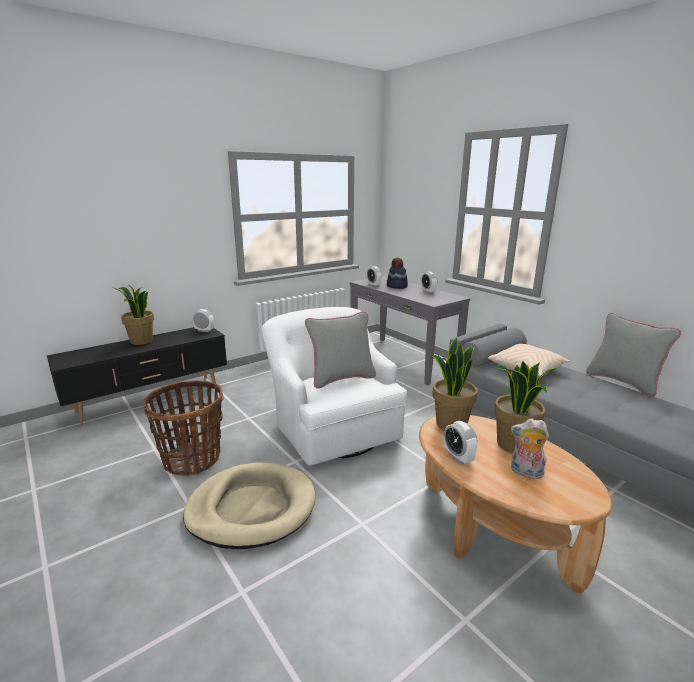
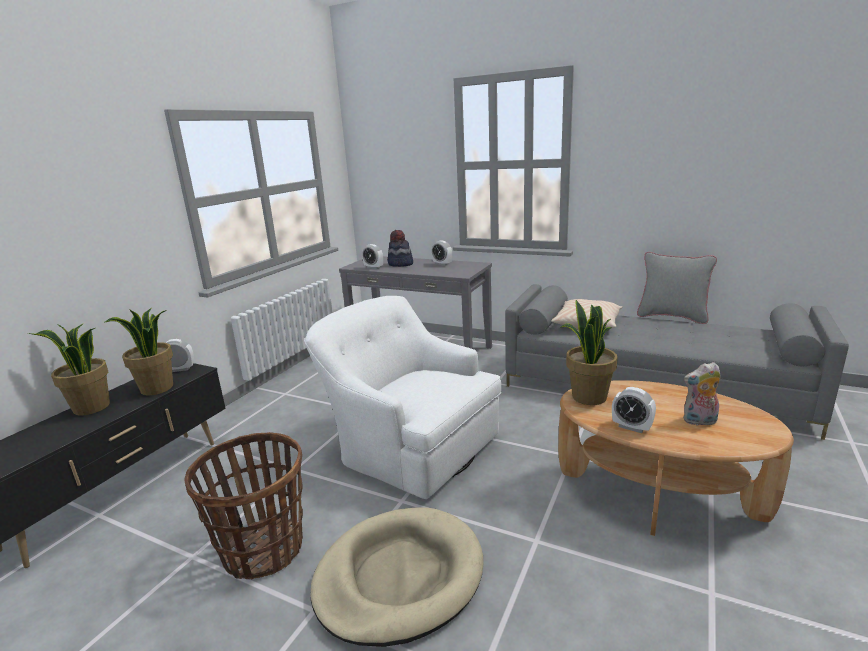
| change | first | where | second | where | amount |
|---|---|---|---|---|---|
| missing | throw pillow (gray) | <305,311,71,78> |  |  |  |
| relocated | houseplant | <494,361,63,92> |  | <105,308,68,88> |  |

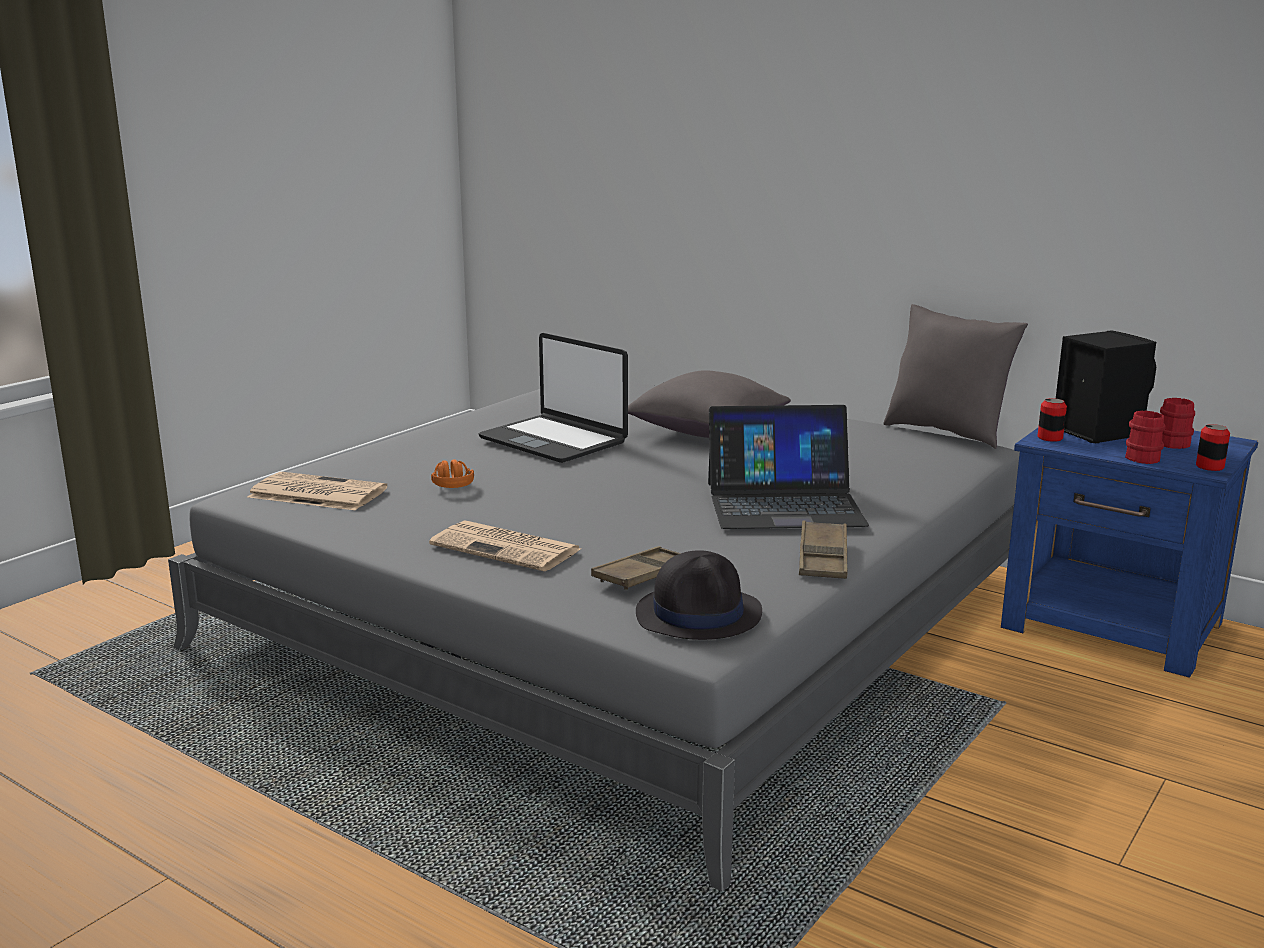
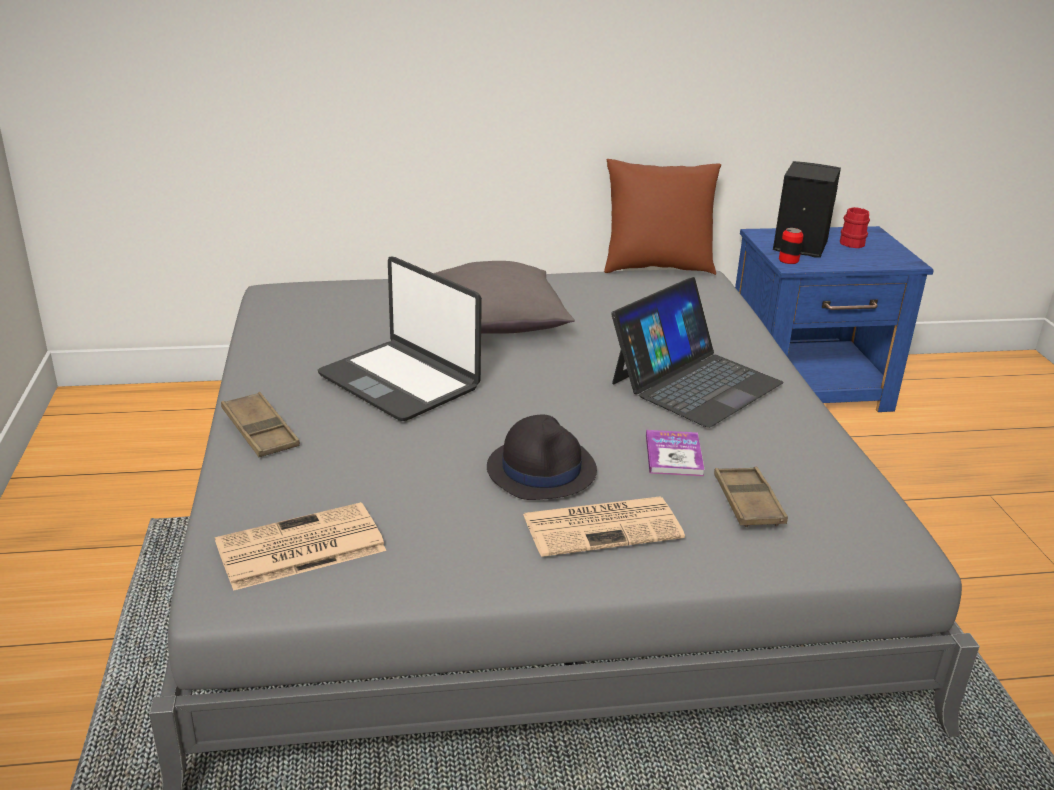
| change | first | where | second | where | amount |
|---|---|---|---|---|---|
| missing | headset (orange) | <431,459,43,29> |  |  |  |
| missing | tea mug (reddish) | <1125,411,41,53> |  |  |  |
| missing | metal can | <1196,424,34,47> |  |  |  |
| appeared |  |  | volume | <646,430,59,46> |  |
| relocated | wearable hat (black-coloured) | <636,550,126,90> |  | <487,415,110,85> |  |
| relocated | carrying tray (brownish) | <799,520,48,59> |  | <221,392,79,65> |  |
| colour | throw pillow (gray) | <883,304,145,145> | throw pillow (brownish) | <604,159,117,116> |  |
| spun | portable computer | <478,333,150,130> |  | <318,257,164,164> | 45 degrees clockwise |

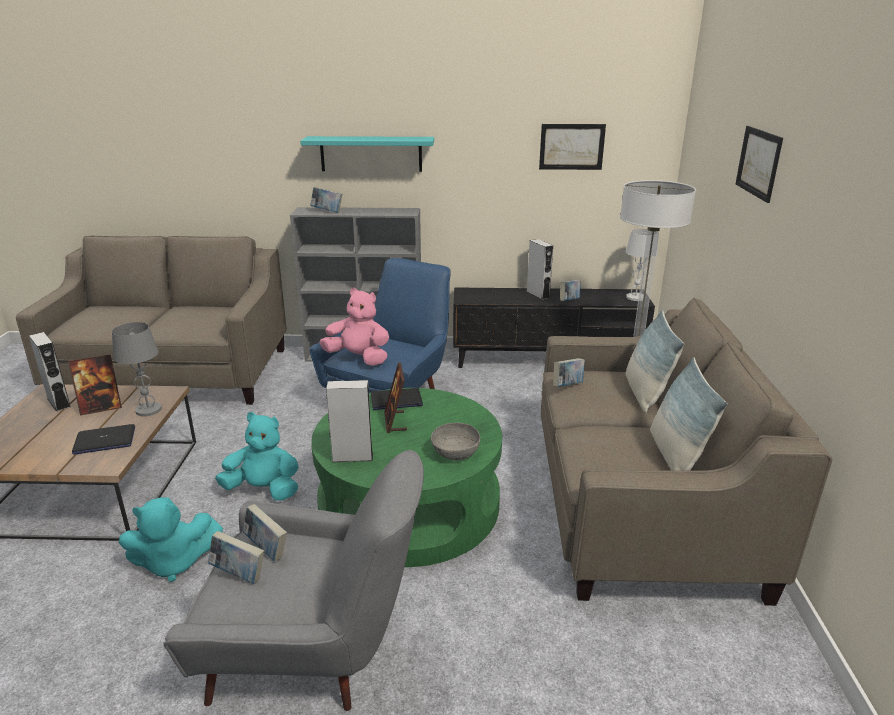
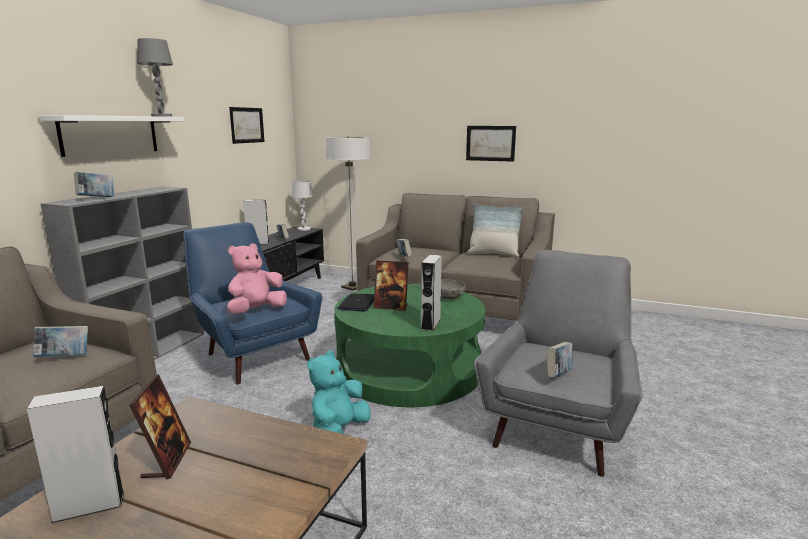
| change | first | where | second | where | amount |
|---|---|---|---|---|---|
| missing | portable computer | <72,424,63,31> |  |  |  |
| missing | plush toy (blue-green) | <119,497,104,85> |  |  |  |
| missing | throw pillow | <626,310,58,103> |  |  |  |
| relocated | table lamp (gray) | <112,322,50,94> |  | <137,38,36,79> |  |
| relocated | volume | <243,504,44,58> |  | <33,326,55,31> |  |
| relocated | wall picture | <736,126,47,77> |  | <466,126,50,36> |  |
| colour | shelf (blue-green) | <300,136,134,36> | shelf (whitish) | <39,115,145,42> |  |

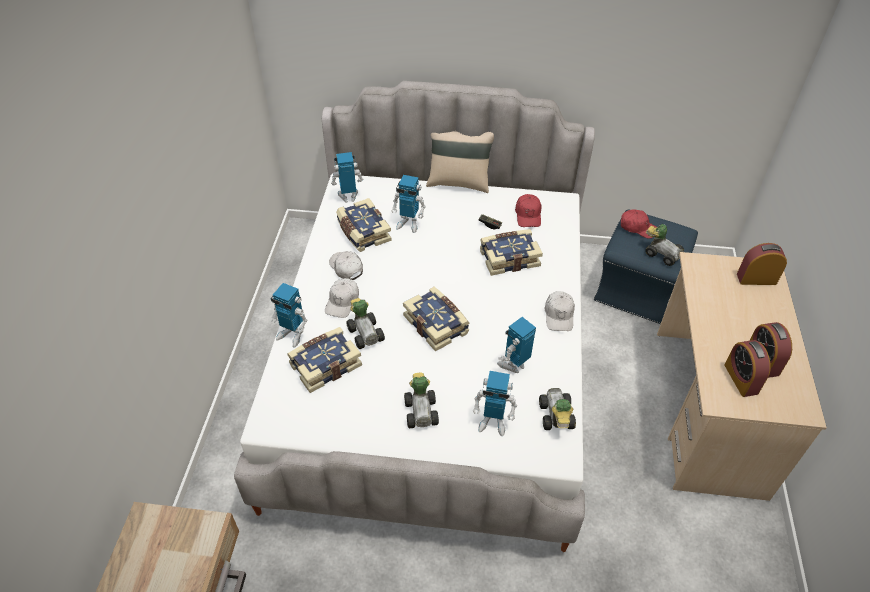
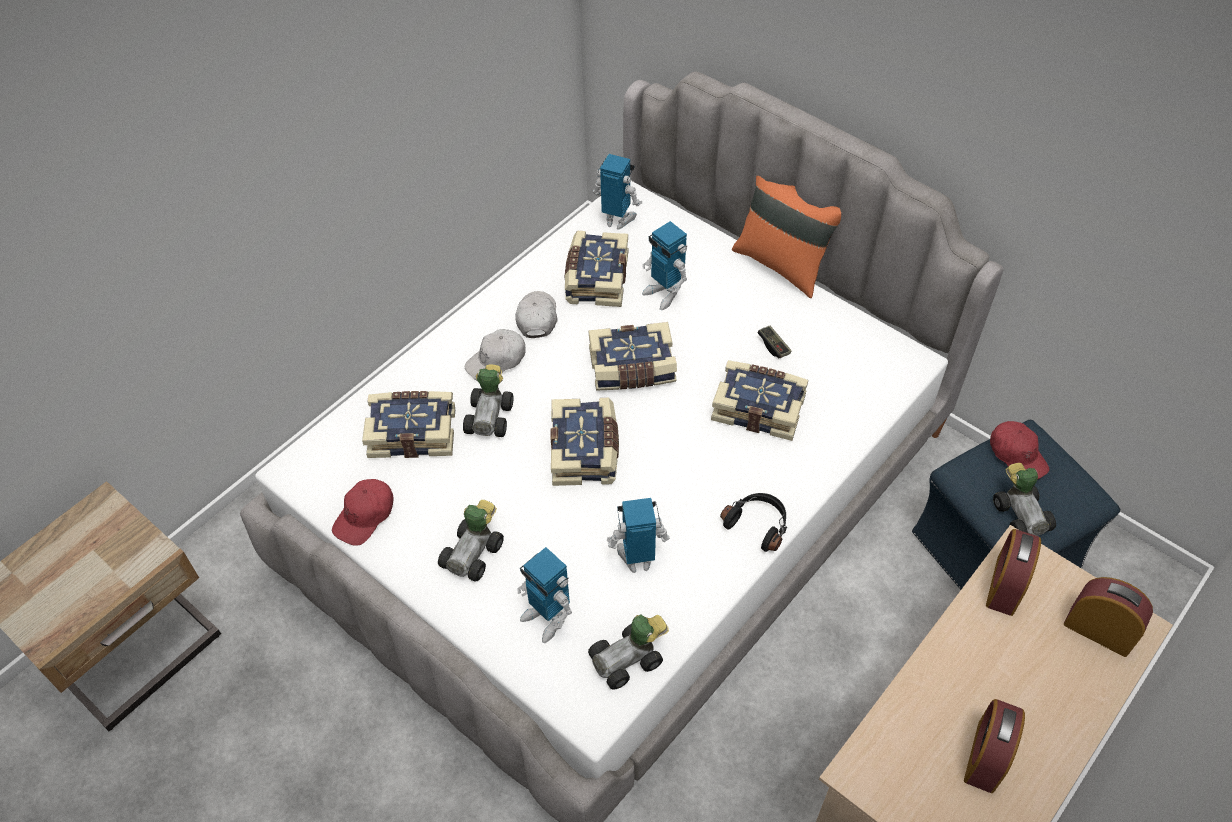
| change | first | where | second | where | amount |
|---|---|---|---|---|---|
| missing | toy robot | <270,283,37,64> |  |  |  |
| appeared |  |  | volume | <589,322,88,69> |  |
| relocated | cap (reddish) | <515,194,27,33> |  | <332,479,62,67> |  |
| relocated | alarm clock | <724,340,47,57> |  | <986,529,55,87> |  |
| exchanged | cap (whitish) | <544,291,31,40> | headset (black-coloured) | <720,493,67,59> |  |
| colour | throw pillow (beige) | <426,131,68,62> | throw pillow (orange) | <732,176,109,122> |  |
| spun | toy car | <539,388,37,42> |  | <588,615,81,75> | 150 degrees counterclockwise |

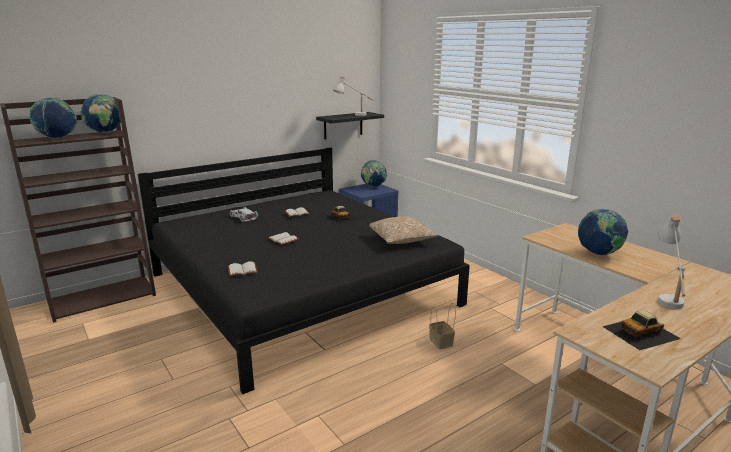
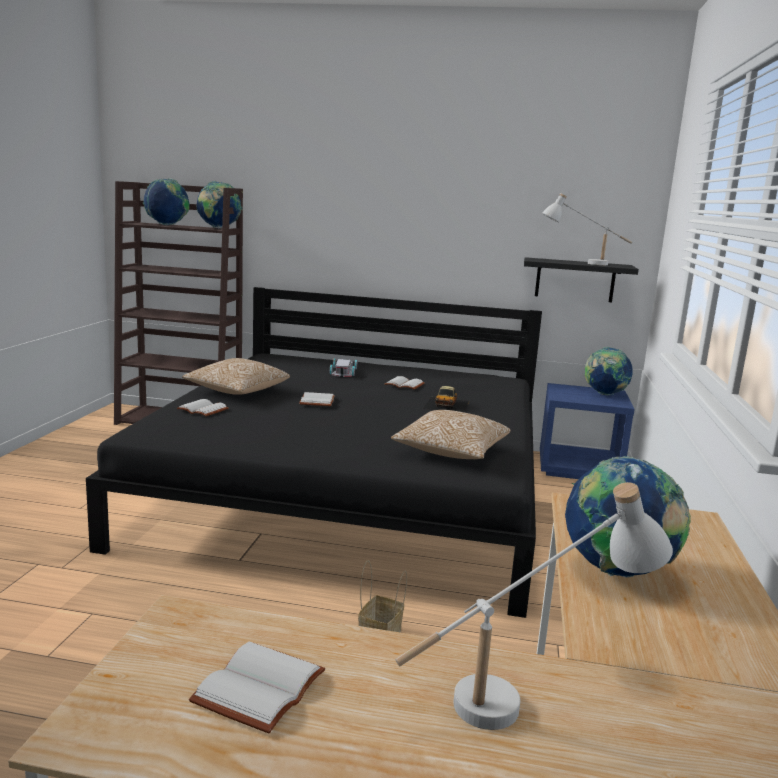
| change | first | where | second | where | amount |
|---|---|---|---|---|---|
| appeared |  |  | throw pillow | <182,358,108,37> |  |
| exchanged | toy car | <602,310,79,40> | volume (whitish) | <189,641,136,93> |  |

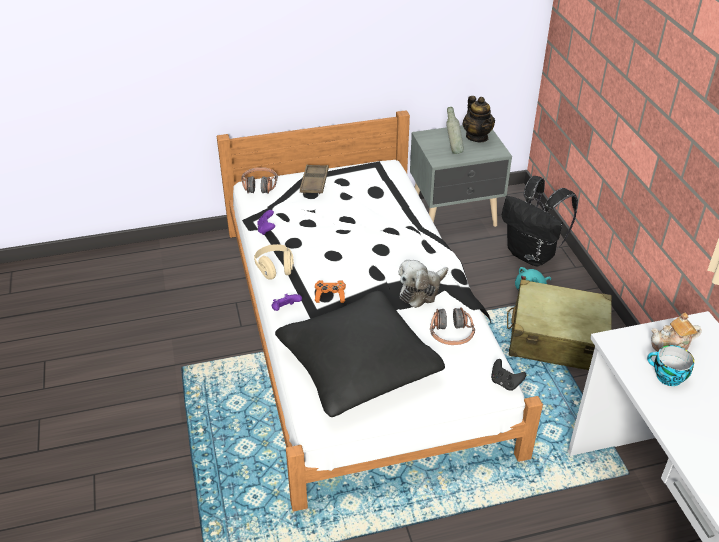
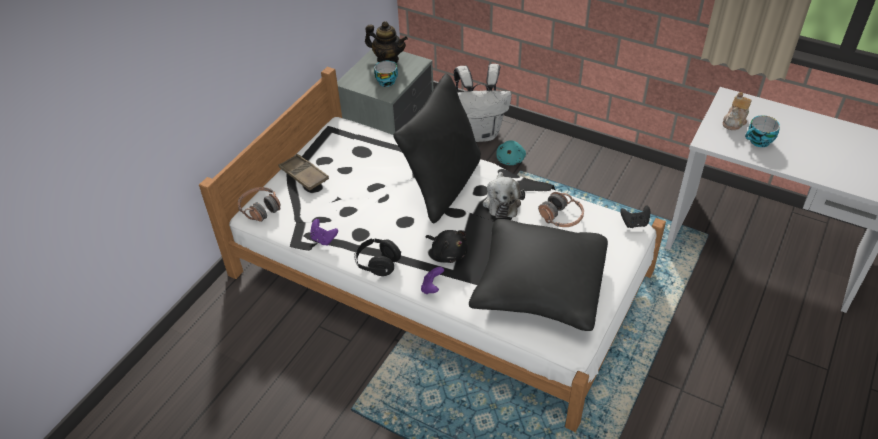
| change | first | where | second | where | amount |
|---|---|---|---|---|---|
| missing | suitcase (beige) | <507,279,105,91> |  |  |  |
| appeared |  |  | throw pillow (black-coloured) | <393,74,88,149> |  |
| exchanged | gamepad (orange) | <315,280,31,23> | plush toy (black-coloured) | <426,230,42,33> |  |
| exchanged | bottle (gray) | <446,107,18,47> | cup | <374,61,24,26> |  |
| colour | headset (beige) | <254,244,40,36> | headset (black-coloured) | <354,238,47,38> |  |
| colour | backpack (black-coloured) | <502,176,76,90> | backpack (whitish) | <454,64,58,78> |  |

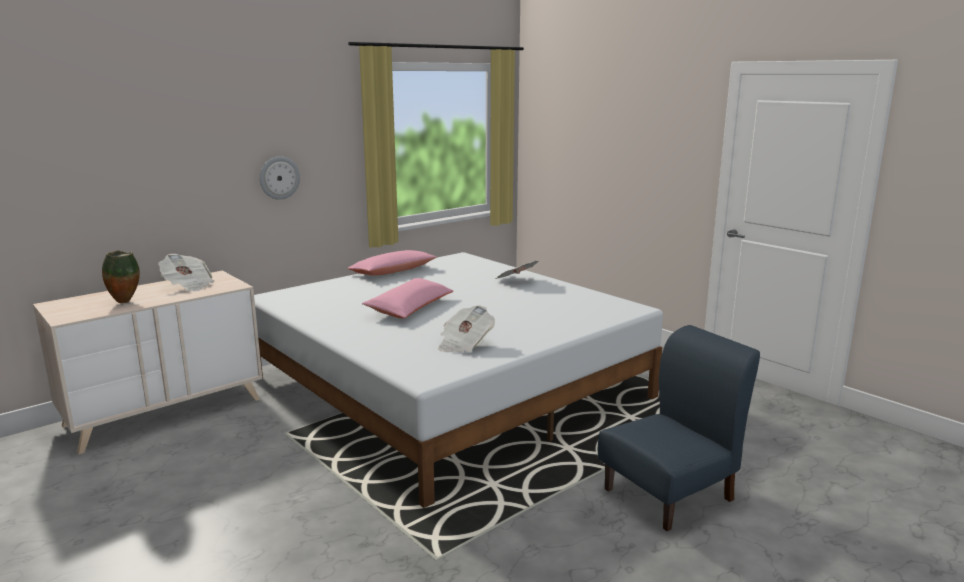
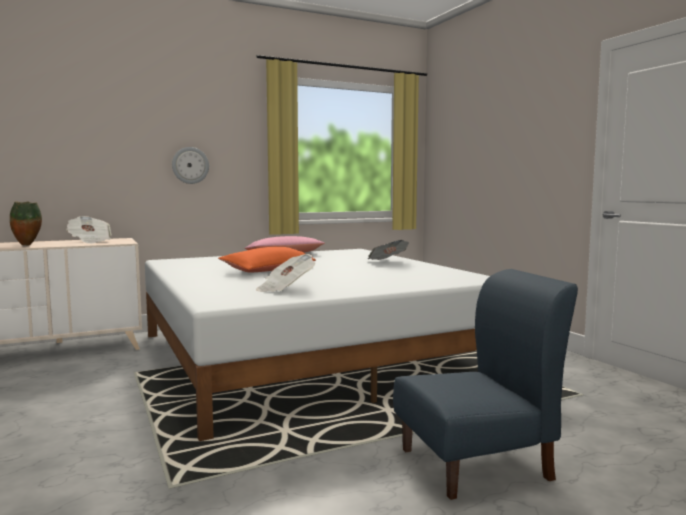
| change | first | where | second | where | amount |
|---|---|---|---|---|---|
| colour | throw pillow (pink-coloured) | <362,278,91,40> | throw pillow (orange) | <218,247,98,26> |  |

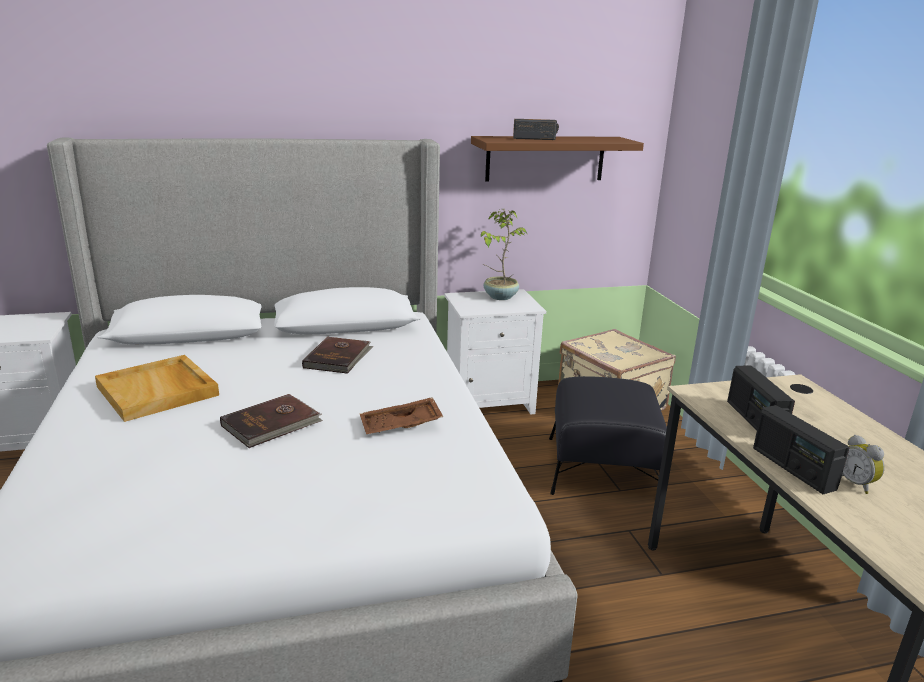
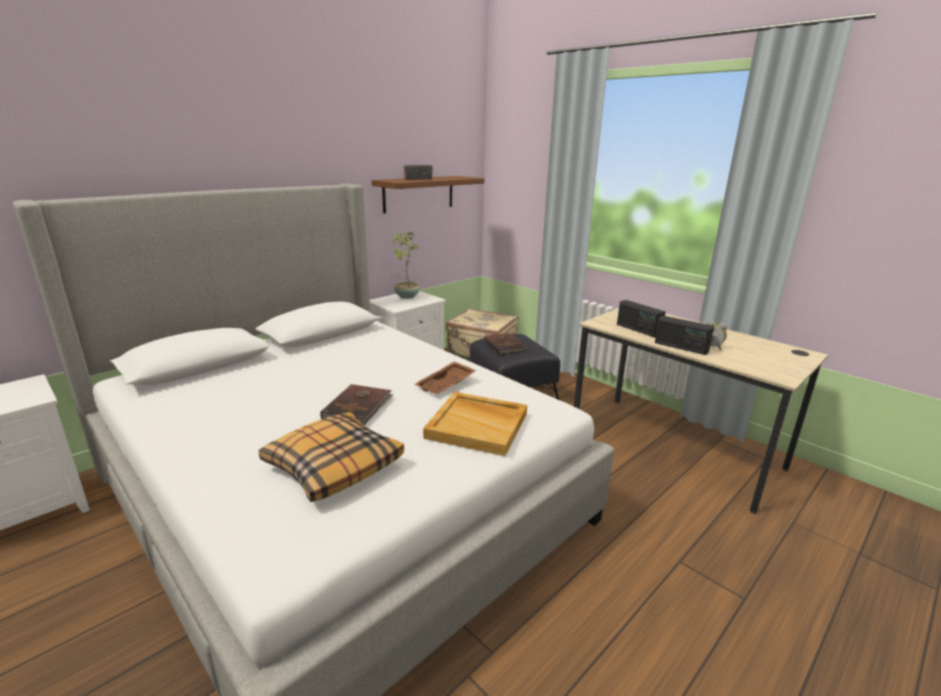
| change | first | where | second | where | amount |
|---|---|---|---|---|---|
| appeared |  |  | throw pillow | <259,412,145,90> |  |
| relocated | carrying tray (beige) | <95,355,124,67> |  | <423,392,104,64> |  |
| relocated | volume (brownish) | <302,337,71,37> |  | <484,333,42,21> |  |

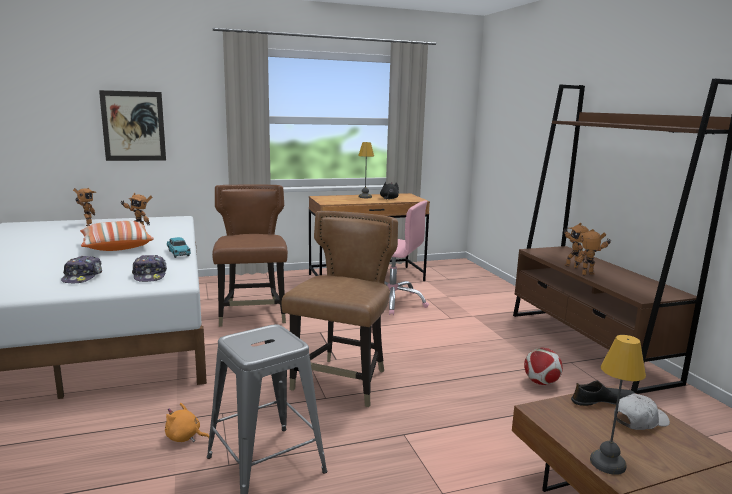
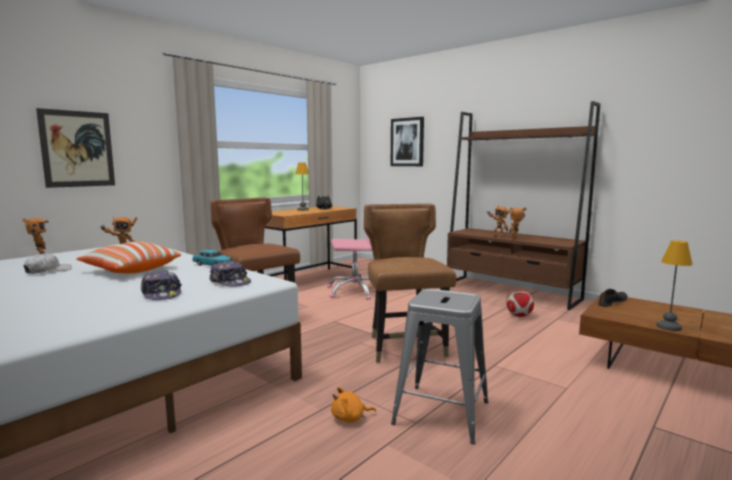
| change | first | where | second | where | amount |
|---|---|---|---|---|---|
| appeared |  |  | wall picture | <391,117,33,49> |  |
| relocated | cap (whitish) | <614,393,56,37> |  | <24,254,47,20> |  |

